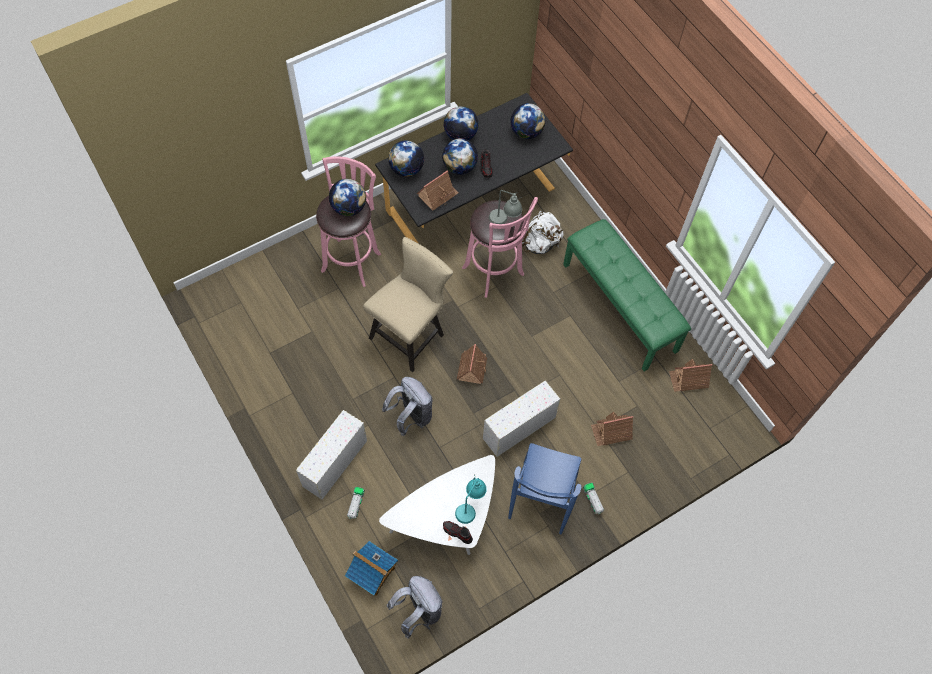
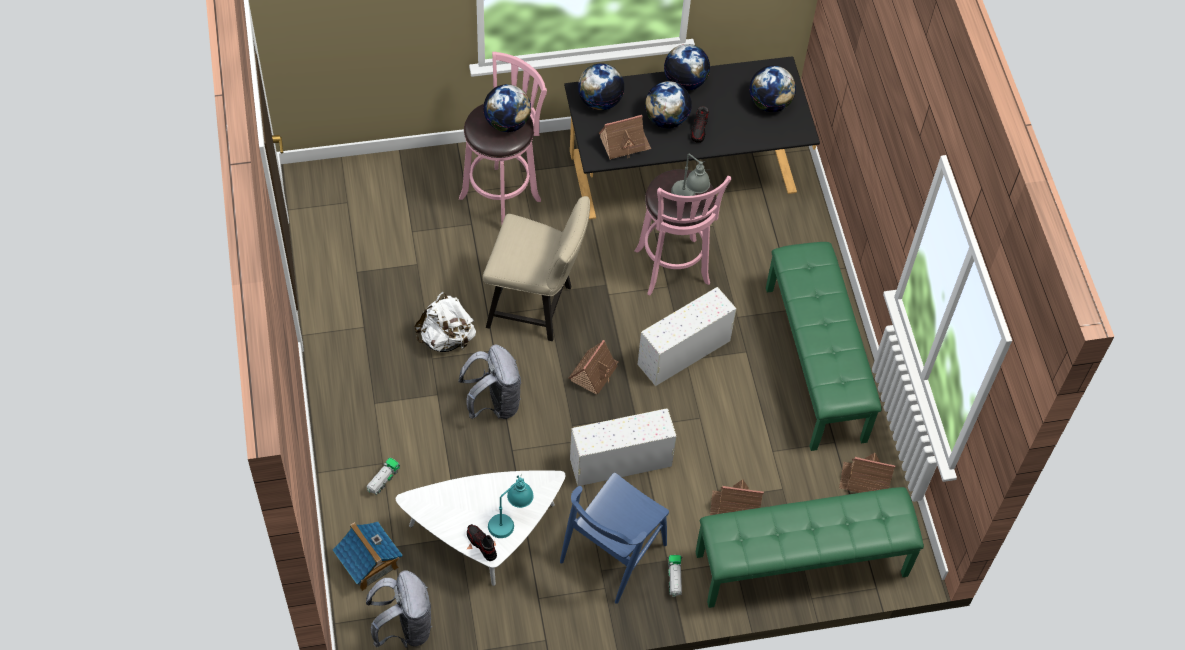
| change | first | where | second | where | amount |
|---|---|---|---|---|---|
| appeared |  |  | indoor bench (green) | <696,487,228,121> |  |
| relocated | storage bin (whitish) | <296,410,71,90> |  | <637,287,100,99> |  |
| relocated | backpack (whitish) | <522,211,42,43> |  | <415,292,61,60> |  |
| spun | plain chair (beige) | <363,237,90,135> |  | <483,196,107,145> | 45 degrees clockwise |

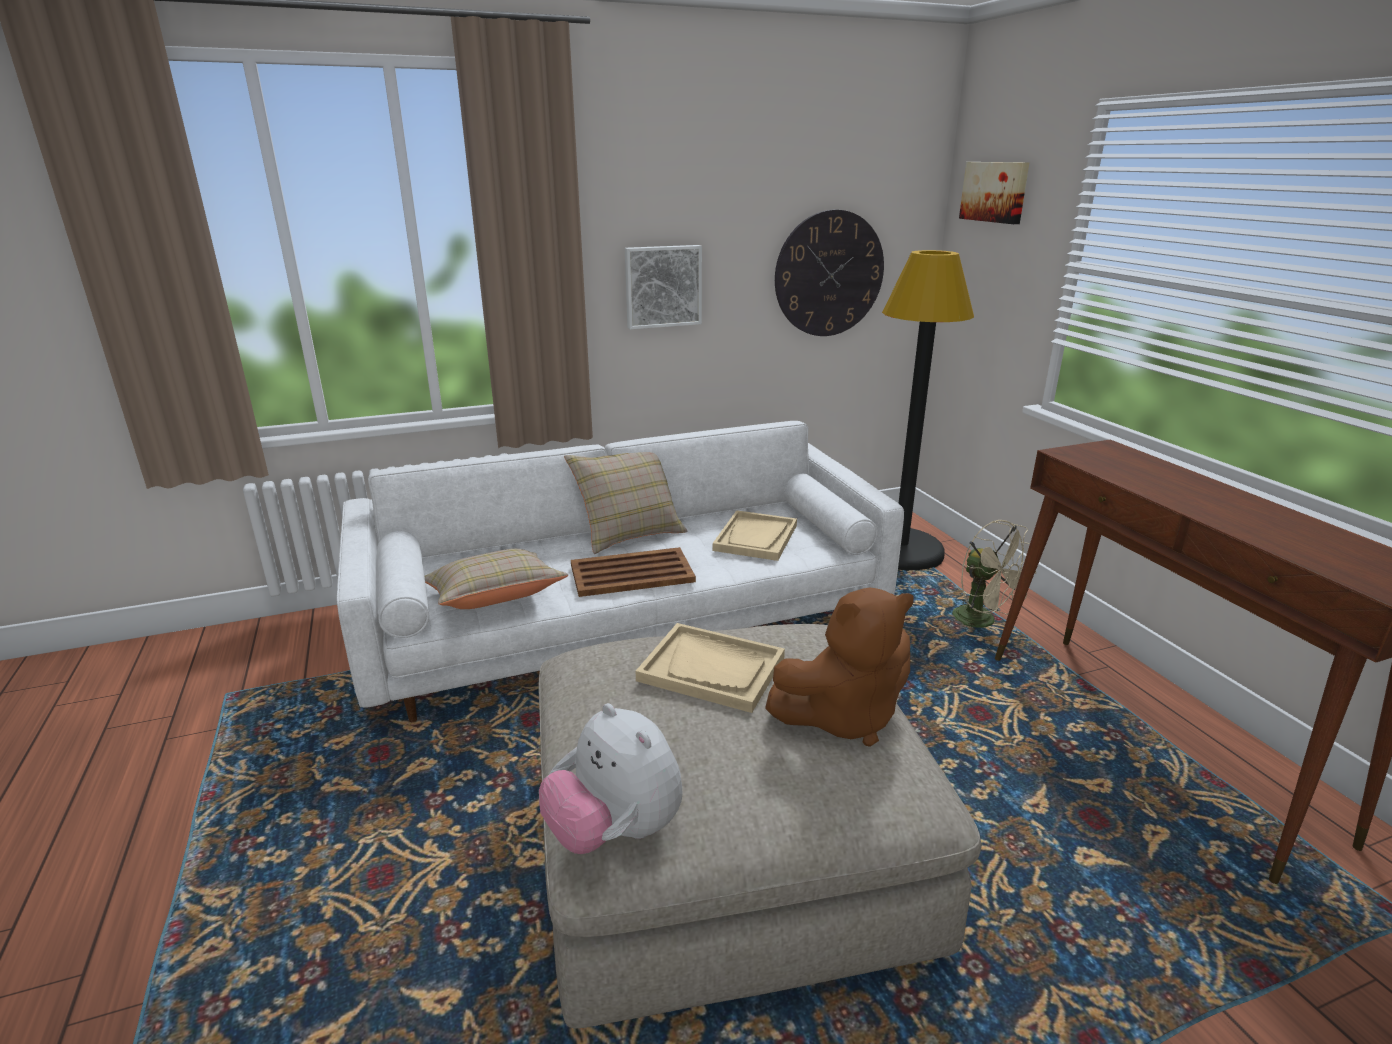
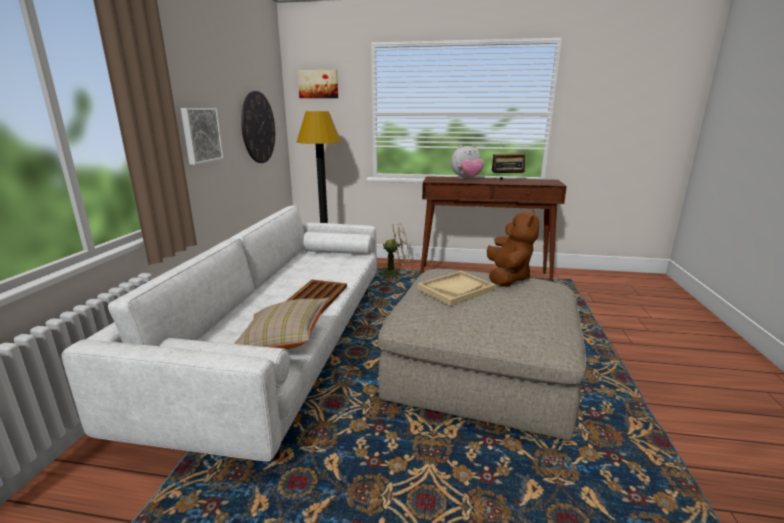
| change | first | where | second | where | amount |
|---|---|---|---|---|---|
| missing | throw pillow (beige) | <564,452,123,102> |  |  |  |
| missing | carrying tray (beige) | <713,510,84,51> |  |  |  |
| appeared |  |  | radio set | <492,153,35,27> |  |
| relocated | plush toy | <539,703,143,151> |  | <451,145,33,34> |  |

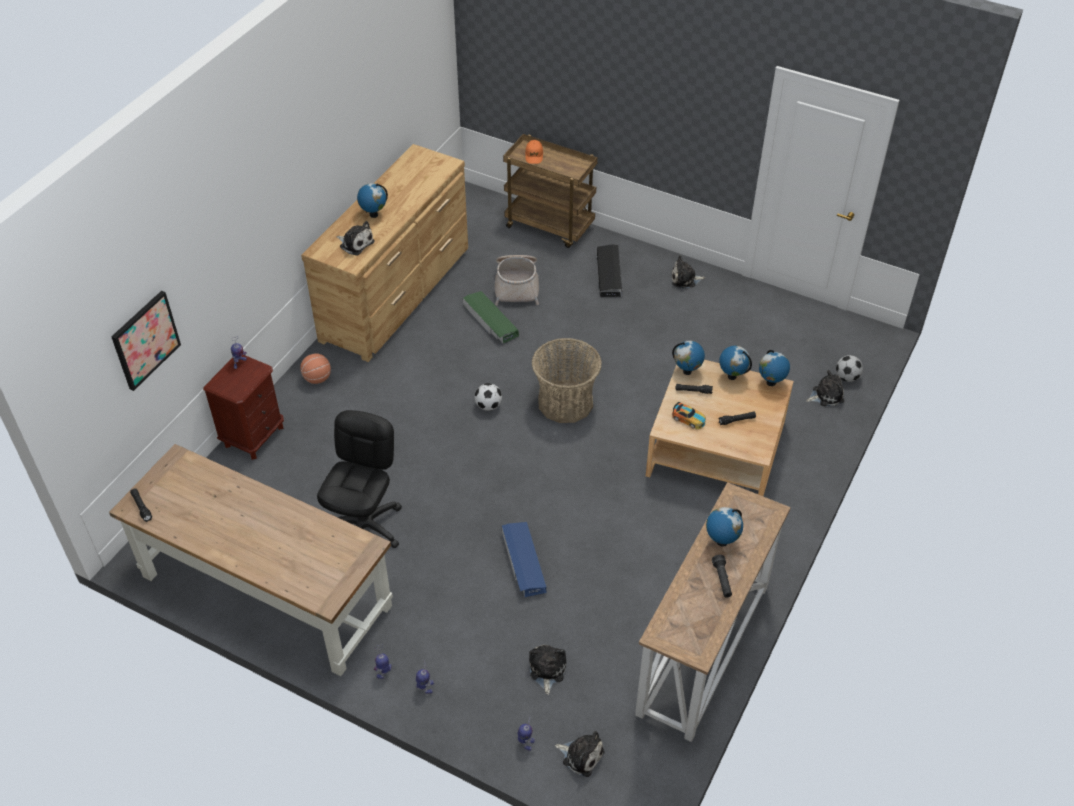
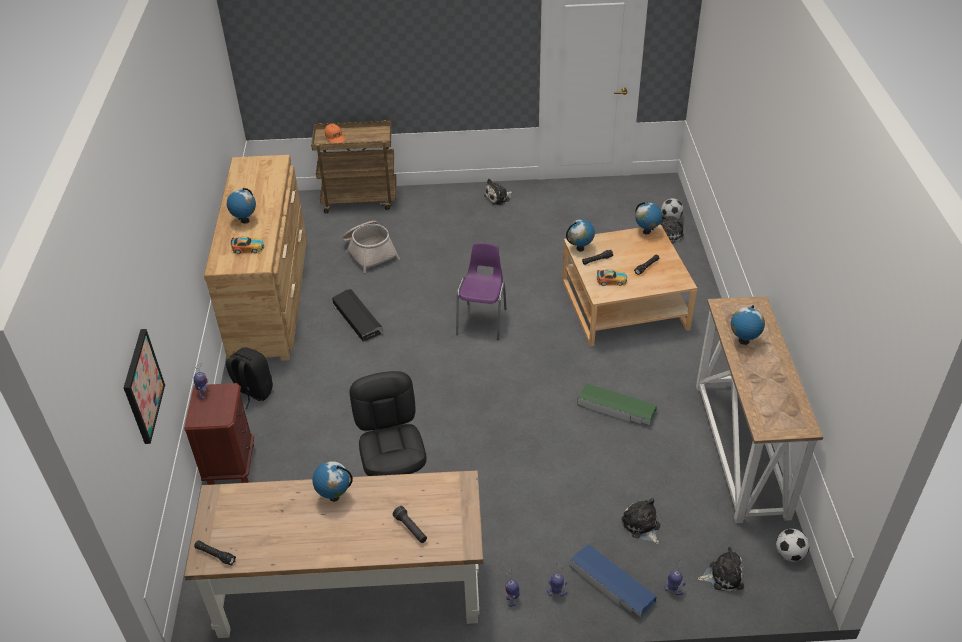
| change | first | where | second | where | amount |
|---|---|---|---|---|---|
| relocated | storage bin (green) | <463,291,56,52> |  | <577,383,80,42> |  |
| relocated | ball for football | <475,383,27,28> |  | <776,529,34,32> |  |
| relocated | storage bin (blue) | <502,522,45,75> |  | <570,544,87,73> |  |
| relocated | storage bin (black-coloured) | <597,244,25,53> |  | <332,289,51,53> |  |
| relocated | torch (black-coloured) | <712,555,20,43> |  | <393,506,34,37> |  |
| relocated | globe | <719,346,33,34> |  | <313,461,40,41> |  |
| exchanged | basketball | <300,354,31,30> | backpack (black-coloured) | <226,348,47,61> |  |
| exchanged | plush toy | <337,221,38,35> | toy car | <231,236,33,18> |  |
| exchanged | household basket | <532,338,70,85> | plain chair (purple) | <456,243,50,97> |  |

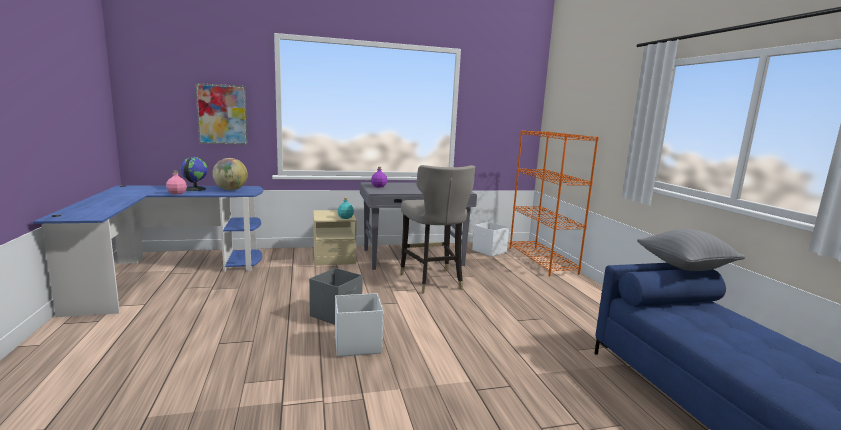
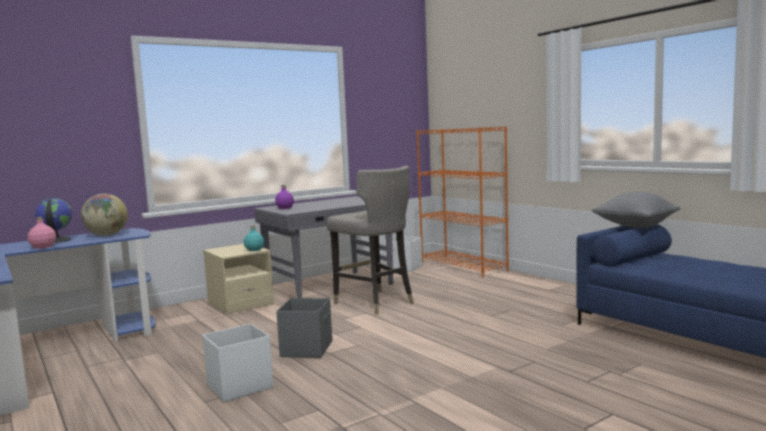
| change | first | where | second | where | amount |
|---|---|---|---|---|---|
| missing | wall picture | <195,83,53,62> |  |  |  |
| relocated | storage bin (whitish) | <335,293,48,64> |  | <203,324,70,78> |  |

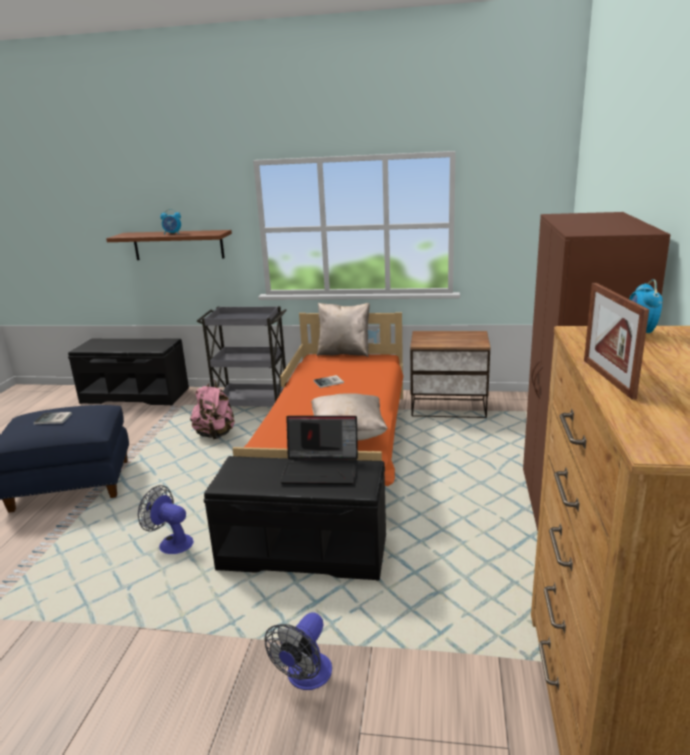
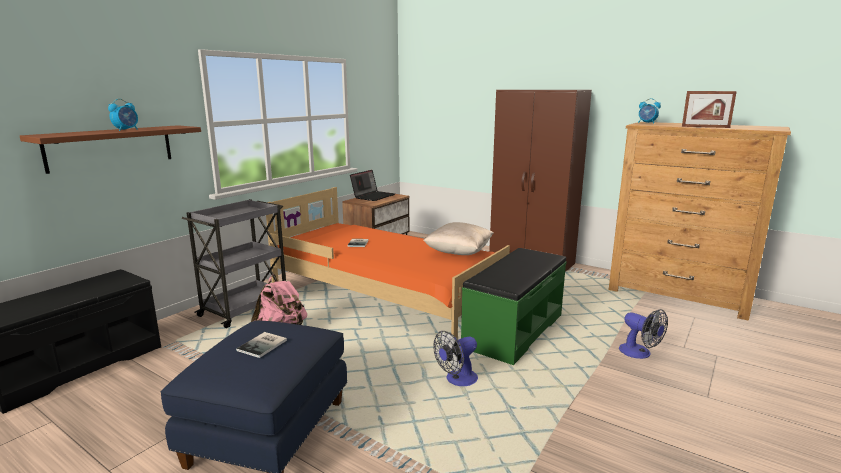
| change | first | where | second | where | amount |
|---|---|---|---|---|---|
| missing | throw pillow (beige) | <316,303,54,54> |  |  |  |
| relocated | portable computer | <280,416,78,69> |  | <350,170,45,31> |  |
| colour | indoor bench (black-coloured) | <204,456,182,125> | indoor bench (green) | <461,248,106,117> |  |

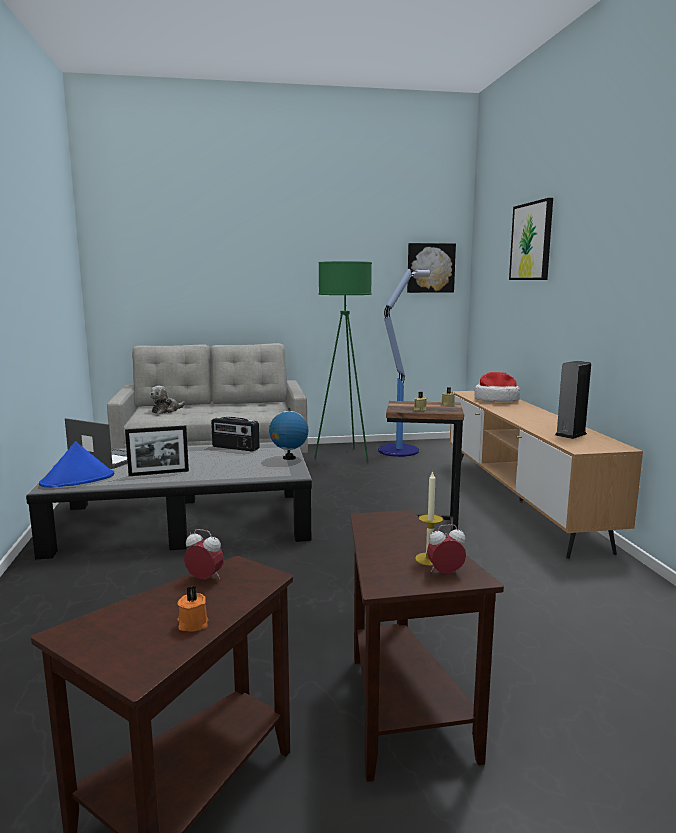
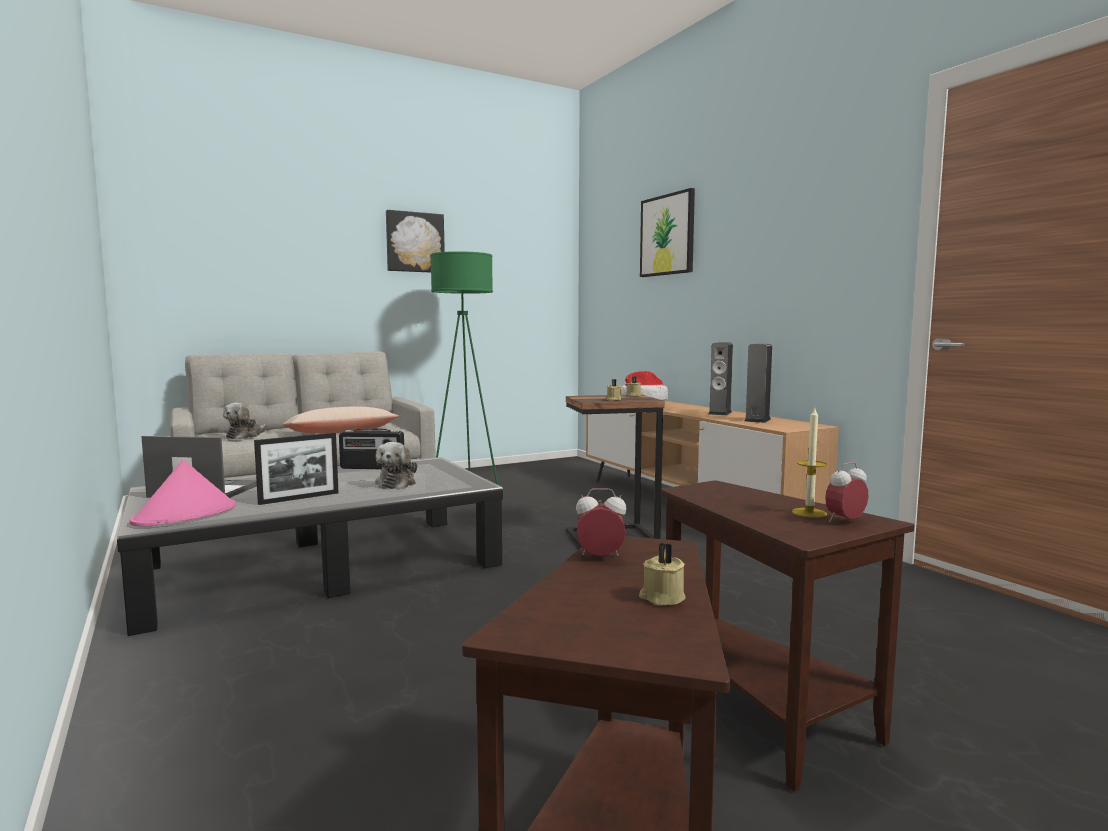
| change | first | where | second | where | amount |
|---|---|---|---|---|---|
| missing | globe | <269,408,40,52> |  |  |  |
| missing | standing lamp | <378,269,52,188> |  |  |  |
| appeared |  |  | throw pillow (beige) | <282,406,117,28> |  |
| appeared |  |  | plush toy | <375,442,42,47> |  |
| appeared |  |  | audio speaker | <708,342,25,73> |  |
| relocated | wall picture | <407,243,49,50> |  | <386,210,59,63> |  |
| colour | wearable hat (blue) | <39,441,75,46> | wearable hat (pink-coloured) | <130,459,106,67> |  |
| colour | candle (orange) | <178,586,30,46> | candle (beige) | <639,543,47,62> |  |

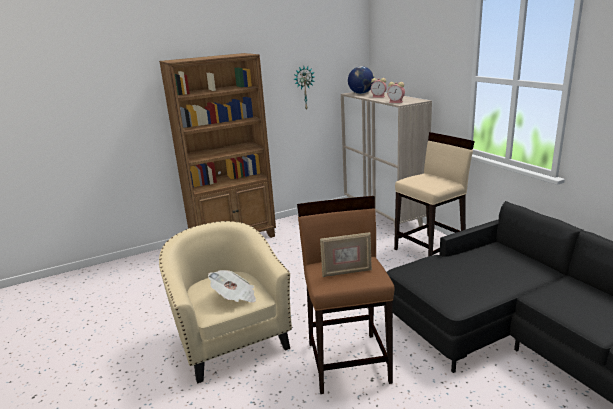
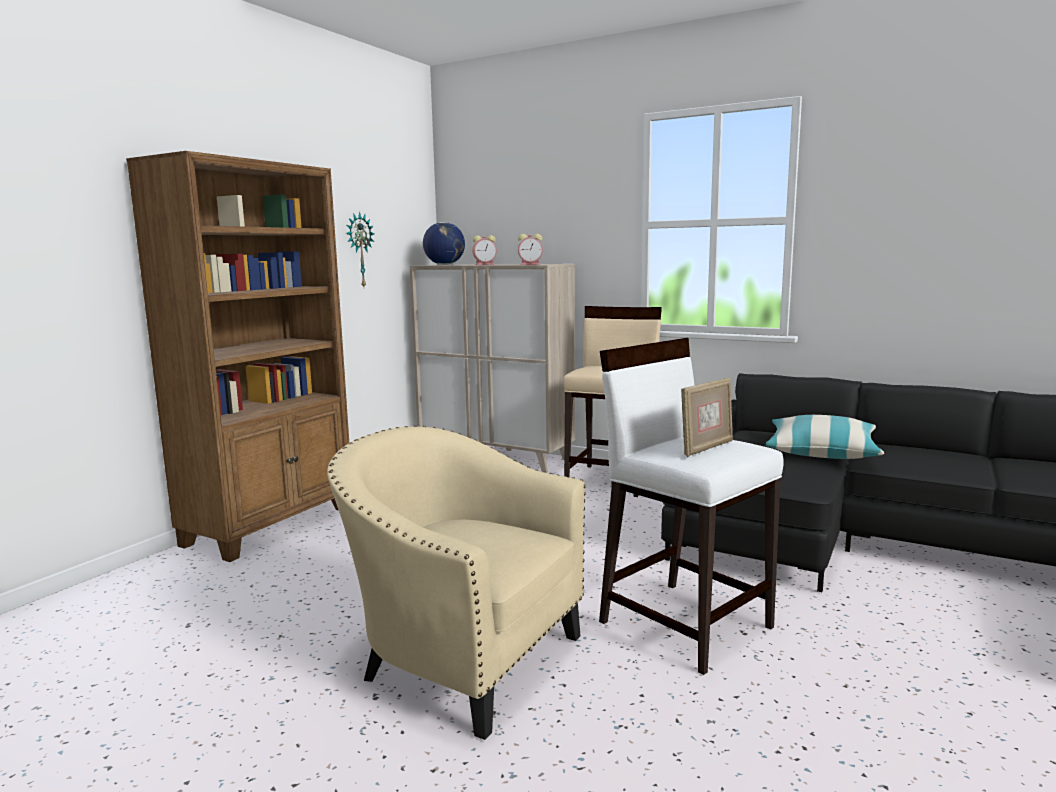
| change | first | where | second | where | amount |
|---|---|---|---|---|---|
| missing | daily paper | <208,270,48,33> |  |  |  |
| appeared |  |  | throw pillow | <766,415,118,44> |  |
| colour | sitting stool (brownish) | <297,196,97,198> | sitting stool (whitish) | <599,338,185,337> |  |

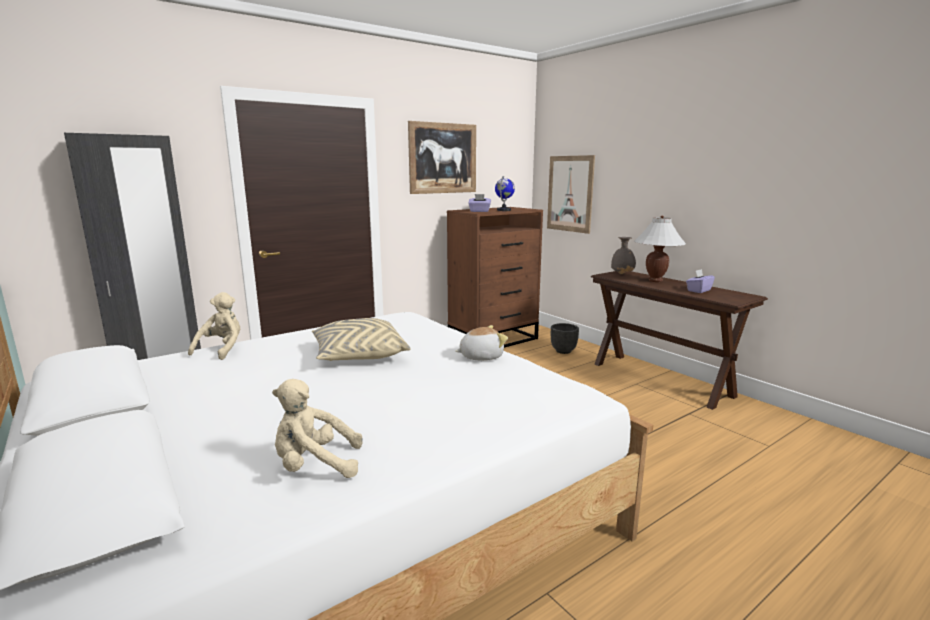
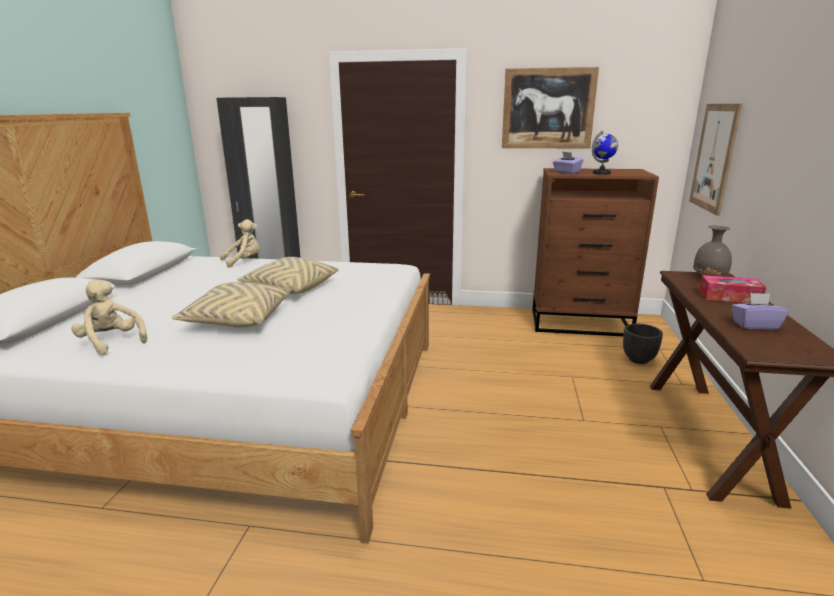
| change | first | where | second | where | amount |
|---|---|---|---|---|---|
| missing | plush toy | <455,325,53,35> |  |  |  |
| appeared |  |  | throw pillow (beige) | <172,282,118,46> |  |
| exchanged | table lamp (whitish) | <634,215,52,67> | tissue holder | <699,275,68,28> |  |

